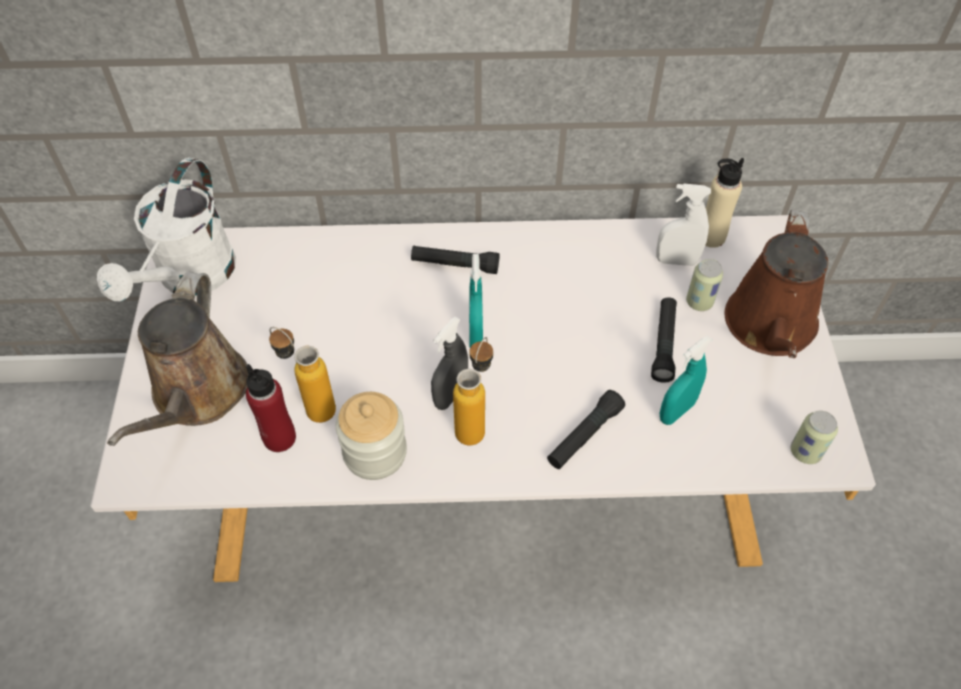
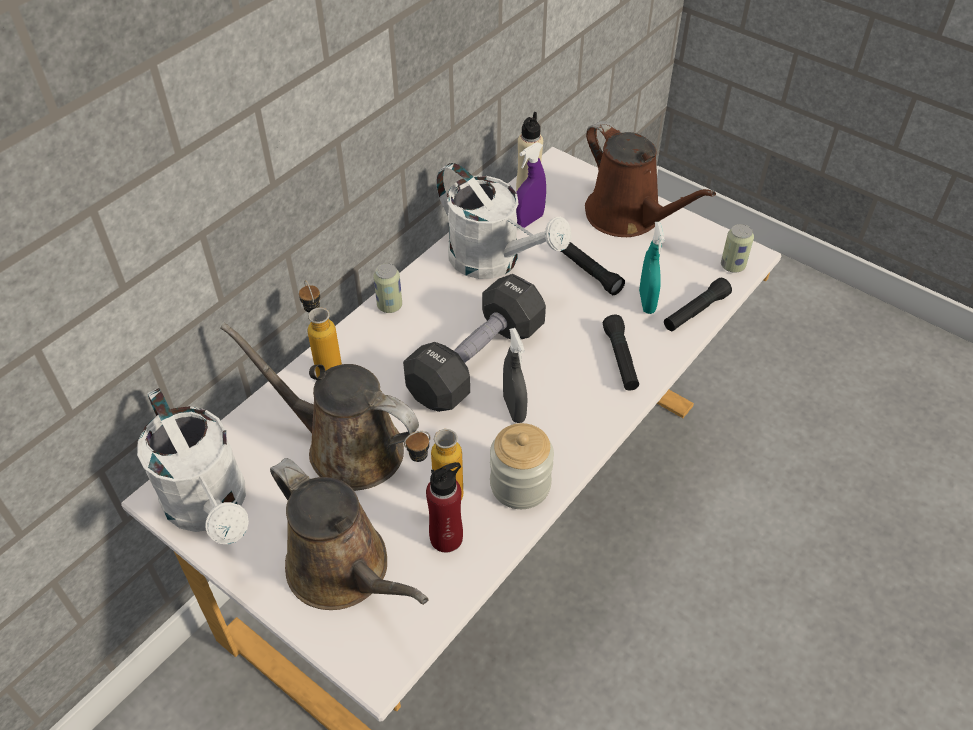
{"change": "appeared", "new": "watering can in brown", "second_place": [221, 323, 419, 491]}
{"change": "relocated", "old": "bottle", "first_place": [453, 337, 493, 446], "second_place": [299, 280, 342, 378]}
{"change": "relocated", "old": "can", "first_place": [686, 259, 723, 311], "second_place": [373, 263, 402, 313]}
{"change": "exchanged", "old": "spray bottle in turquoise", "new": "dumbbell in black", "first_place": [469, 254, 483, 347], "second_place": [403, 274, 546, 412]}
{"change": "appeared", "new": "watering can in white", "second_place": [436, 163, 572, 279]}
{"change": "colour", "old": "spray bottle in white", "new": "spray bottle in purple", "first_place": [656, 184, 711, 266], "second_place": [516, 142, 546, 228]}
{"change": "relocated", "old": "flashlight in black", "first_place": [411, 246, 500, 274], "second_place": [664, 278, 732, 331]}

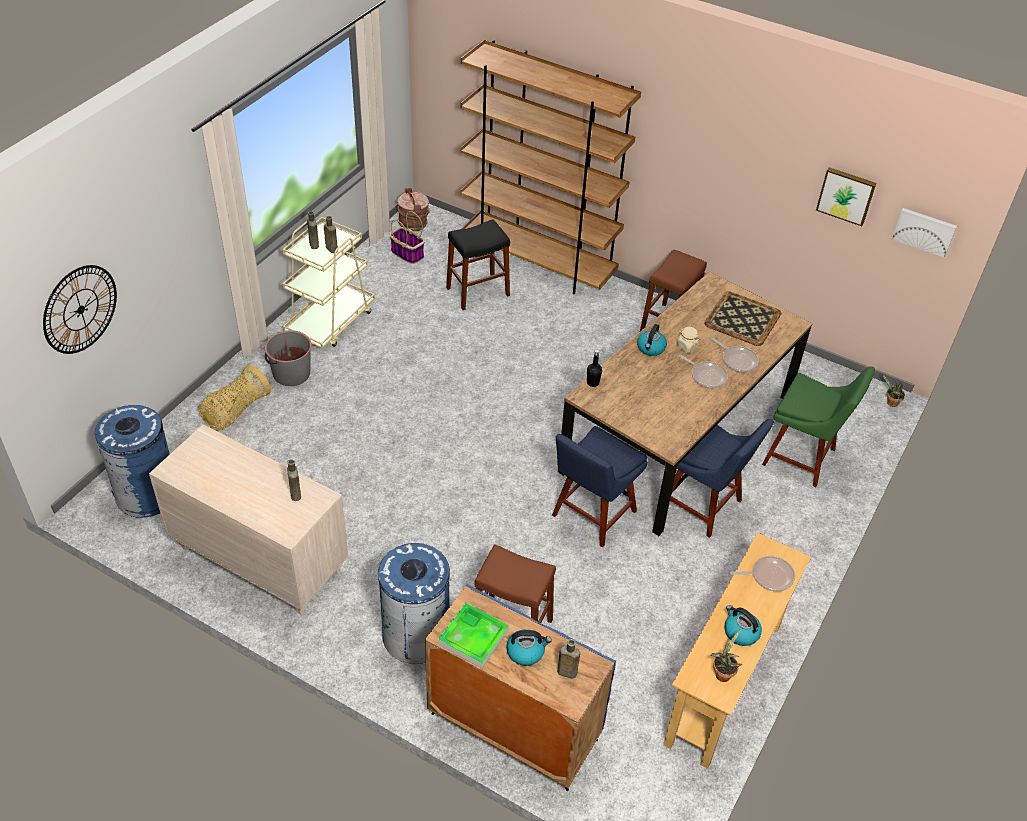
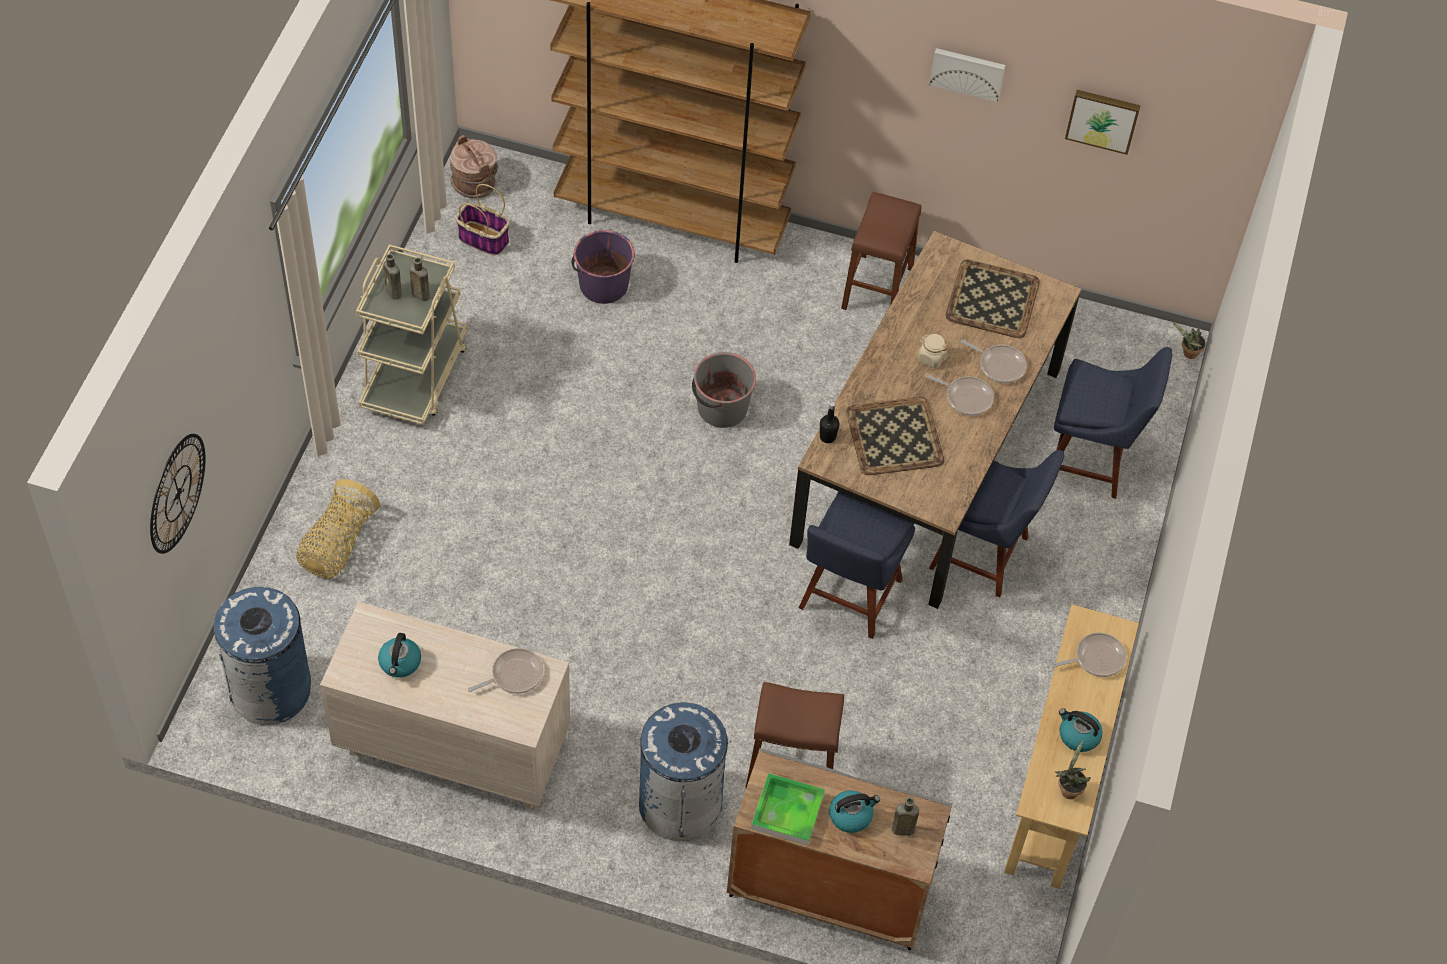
{"change": "relocated", "old": "kettle", "first_place": [637, 324, 667, 356], "second_place": [378, 633, 421, 678]}
{"change": "exchanged", "old": "bottle in brown", "new": "frying pan", "first_place": [287, 459, 301, 501], "second_place": [468, 648, 543, 694]}
{"change": "exchanged", "old": "stool in black", "new": "bucket in purple", "first_place": [446, 219, 510, 310], "second_place": [571, 230, 635, 304]}
{"change": "relocated", "old": "bucket in grey", "first_place": [265, 330, 312, 386], "second_place": [692, 352, 756, 428]}
{"change": "colour", "old": "cabinet in blue", "new": "cabinet in grey", "first_place": [425, 584, 616, 791], "second_place": [726, 748, 952, 951]}
{"change": "appeared", "new": "tray", "second_place": [846, 397, 944, 475]}
{"change": "relocated", "old": "picture", "first_place": [892, 208, 957, 258], "second_place": [929, 48, 1005, 102]}
{"change": "colour", "old": "chair in green", "new": "chair in blue", "first_place": [762, 366, 875, 487], "second_place": [1054, 347, 1172, 499]}

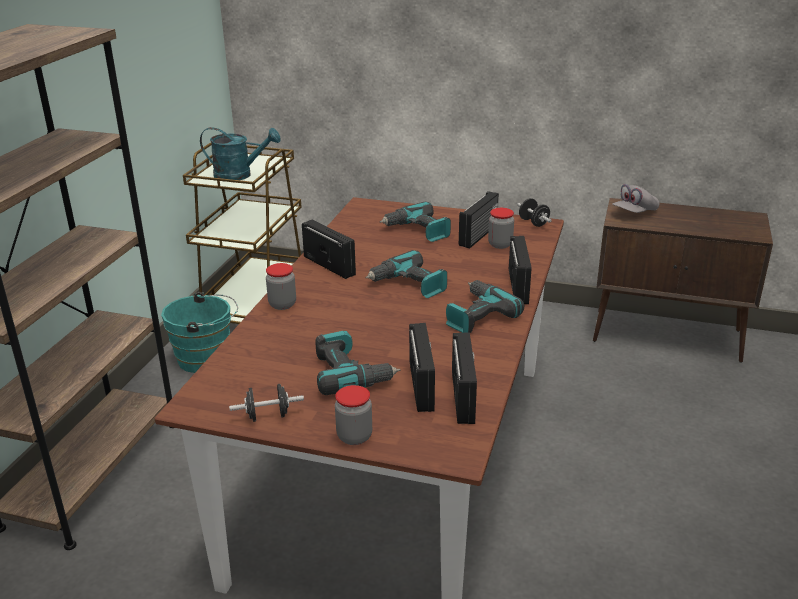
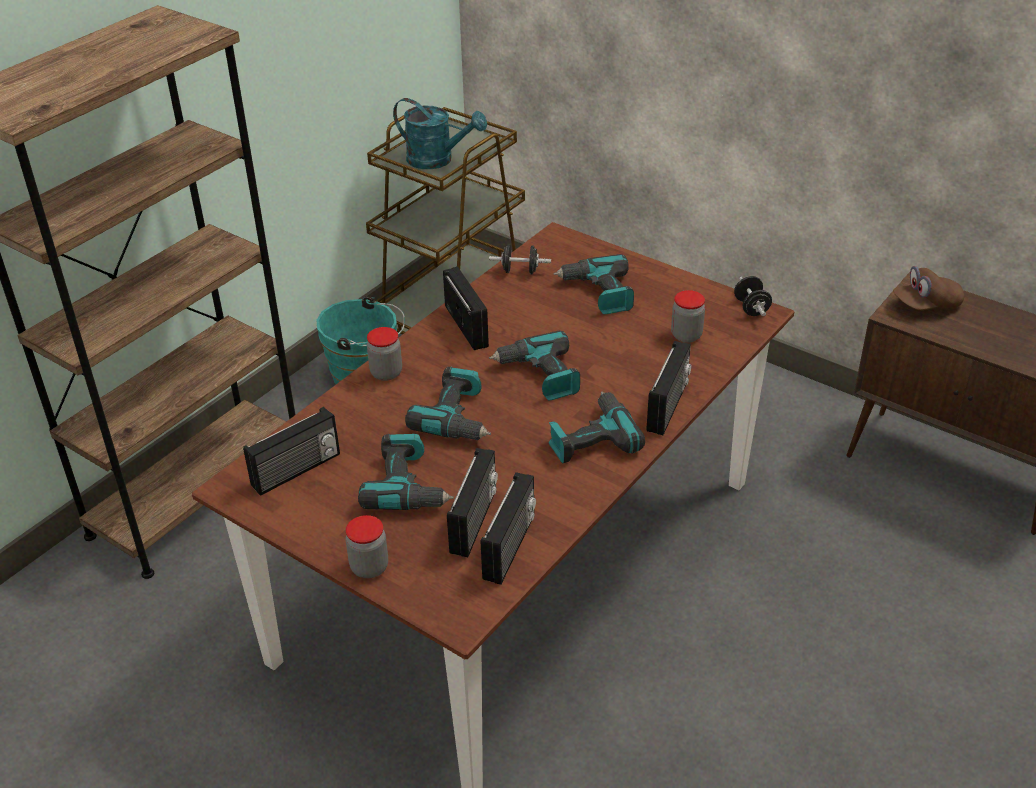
{"change": "relocated", "old": "radio", "first_place": [459, 191, 499, 248], "second_place": [243, 407, 340, 496]}
{"change": "appeared", "new": "power drill", "second_place": [405, 367, 491, 440]}
{"change": "relocated", "old": "dumbbell in black", "first_place": [229, 384, 304, 422], "second_place": [489, 244, 551, 275]}
{"change": "colour", "old": "cap in grey", "new": "cap in brown", "first_place": [613, 184, 660, 213], "second_place": [893, 266, 964, 310]}

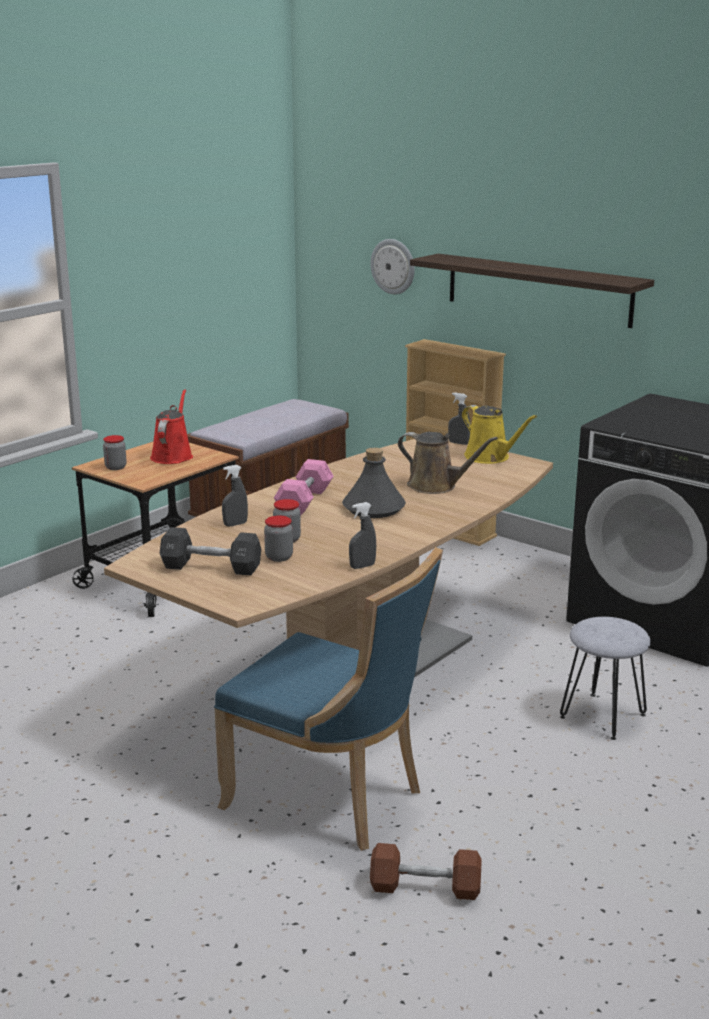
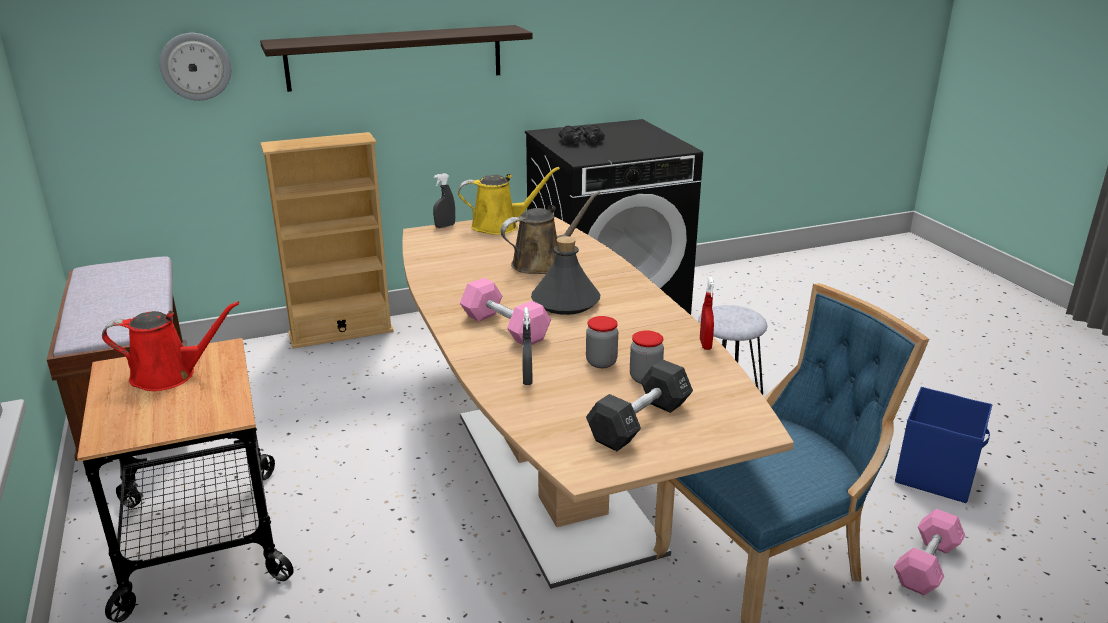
{"change": "spun", "old": "watering can in red", "first_place": [150, 389, 193, 464], "second_place": [102, 301, 239, 391], "degrees": 135}
{"change": "appeared", "new": "binoculars in black", "second_place": [559, 124, 605, 145]}
{"change": "colour", "old": "spray bottle in grey", "new": "spray bottle in red", "first_place": [349, 502, 376, 569], "second_place": [700, 277, 714, 350]}
{"change": "colour", "old": "dumbbell in brown", "new": "dumbbell in pink", "first_place": [370, 843, 482, 900], "second_place": [894, 509, 965, 595]}
{"change": "appeared", "new": "storage box in blue", "second_place": [895, 387, 992, 503]}
{"change": "missing", "old": "jar", "first_place": [103, 435, 127, 470]}

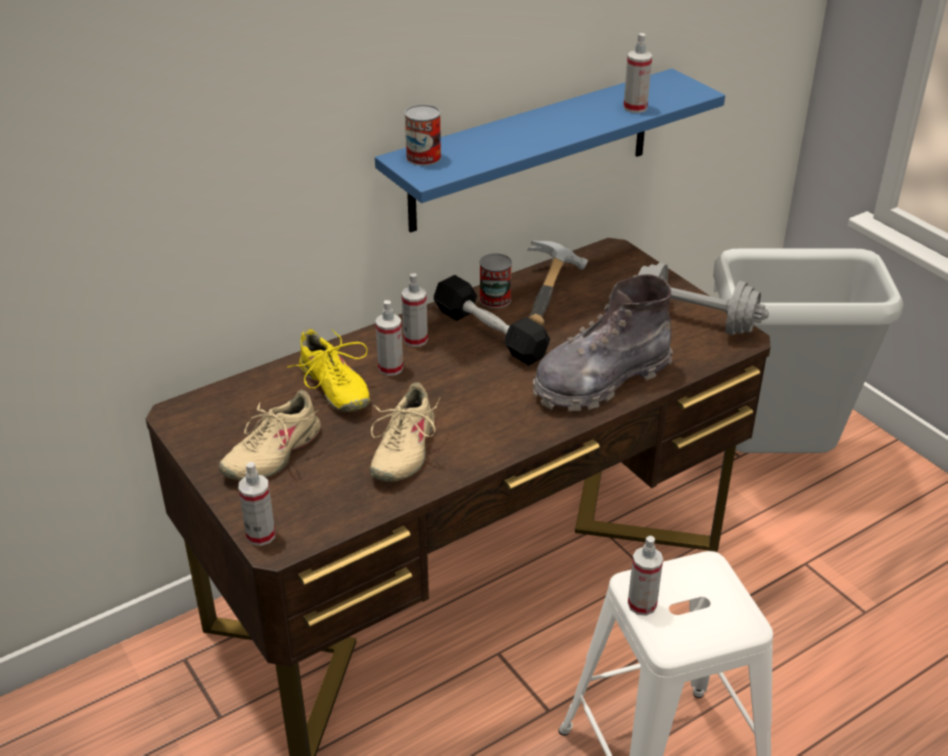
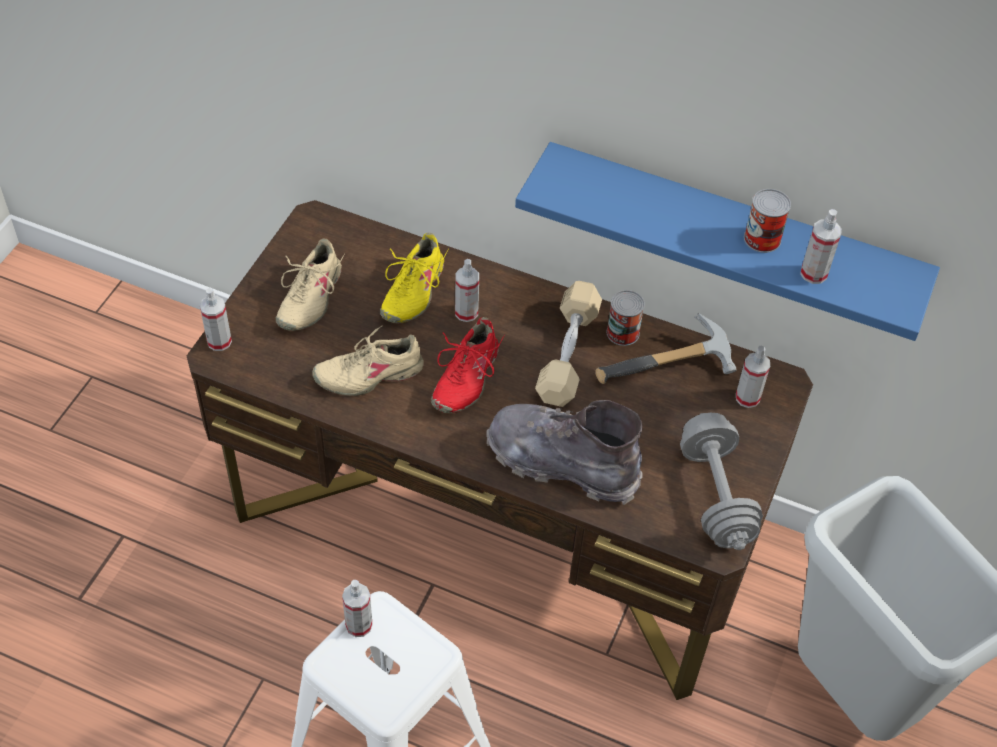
{"change": "spun", "old": "shoe in beige", "first_place": [219, 390, 321, 480], "second_place": [276, 238, 344, 331], "degrees": -75}
{"change": "appeared", "new": "shoe in red", "second_place": [431, 317, 505, 413]}
{"change": "colour", "old": "dumbbell in black", "new": "dumbbell in beige", "first_place": [434, 275, 550, 366], "second_place": [535, 281, 602, 407]}
{"change": "relocated", "old": "spray bottle", "first_place": [402, 273, 428, 347], "second_place": [736, 346, 770, 408]}
{"change": "relocated", "old": "can", "first_place": [404, 104, 441, 166], "second_place": [744, 189, 791, 253]}

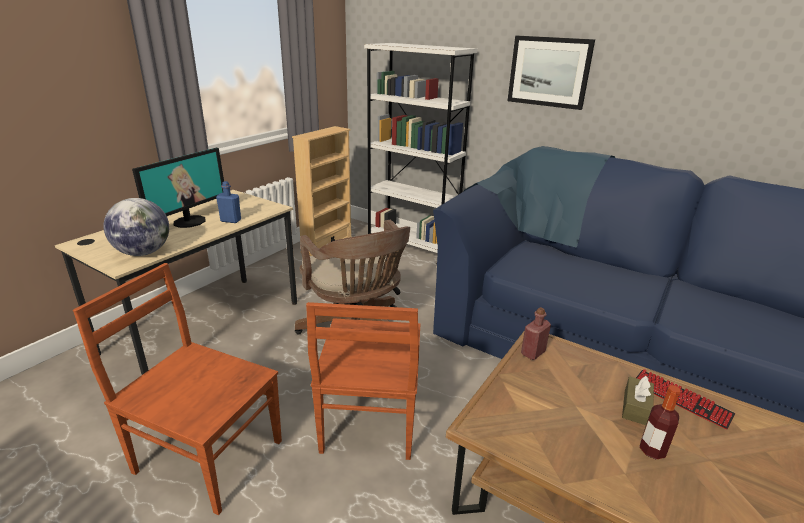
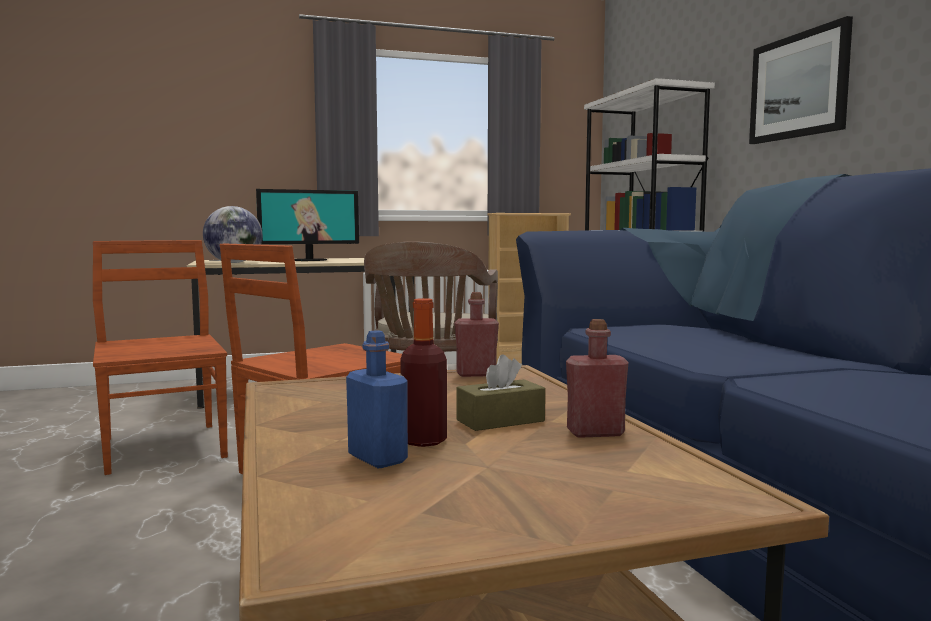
{"change": "relocated", "old": "bottle in blue", "first_place": [216, 181, 241, 223], "second_place": [346, 330, 408, 468]}
{"change": "exchanged", "old": "keyboard", "new": "bottle in red", "first_place": [636, 369, 735, 429], "second_place": [566, 319, 629, 438]}

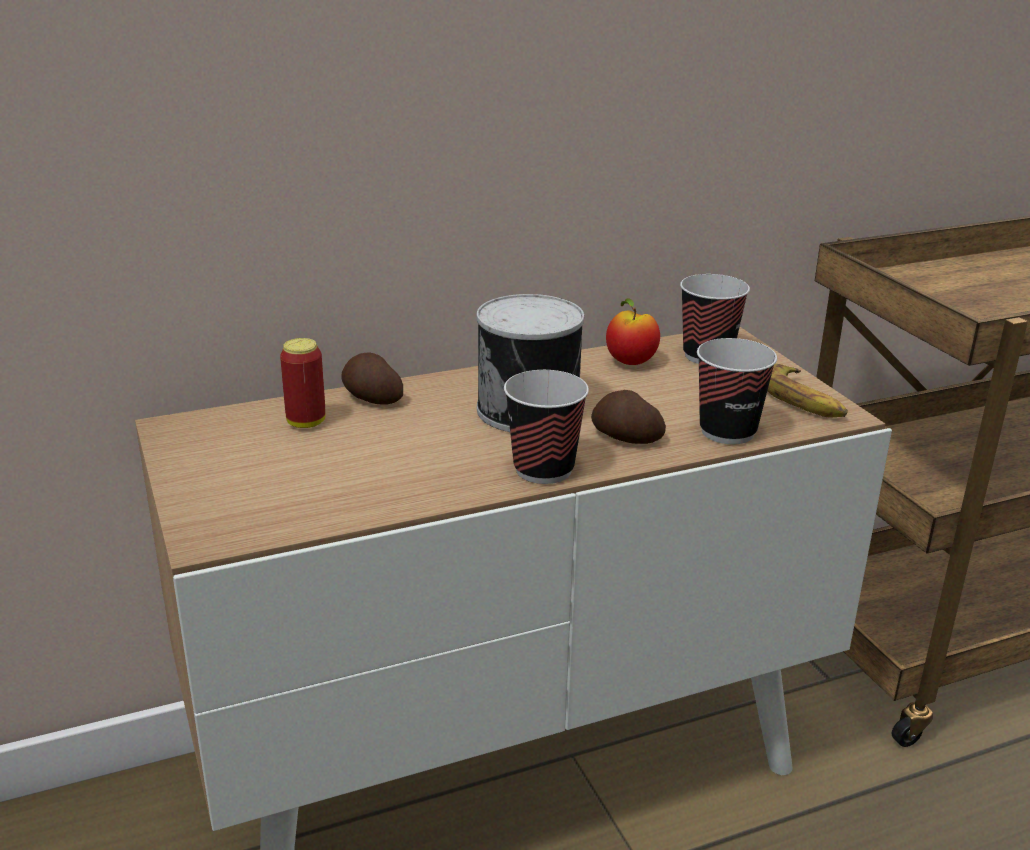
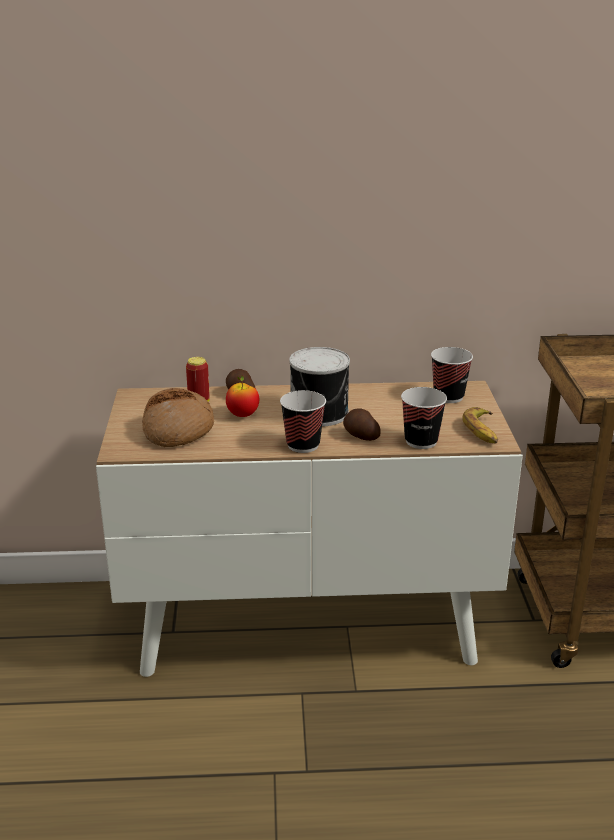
{"change": "appeared", "new": "bread", "second_place": [142, 388, 214, 447]}
{"change": "relocated", "old": "apple", "first_place": [606, 298, 660, 365], "second_place": [226, 375, 259, 417]}

